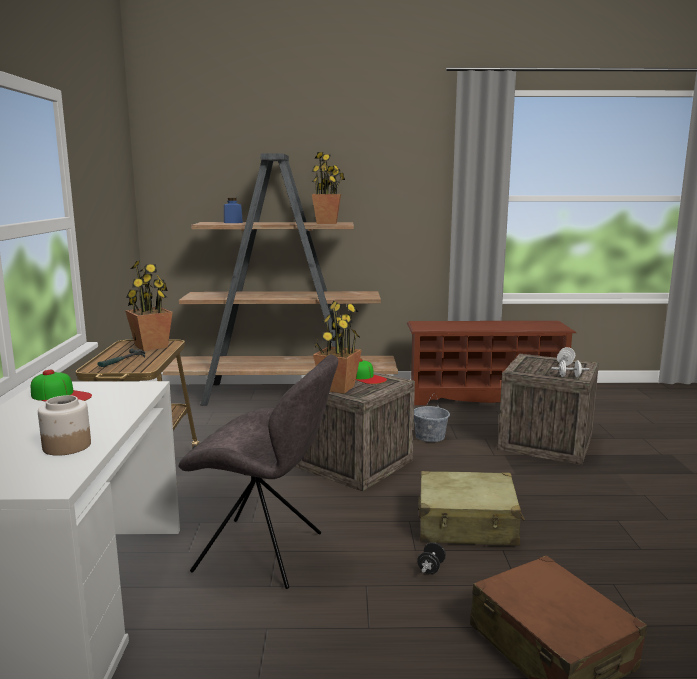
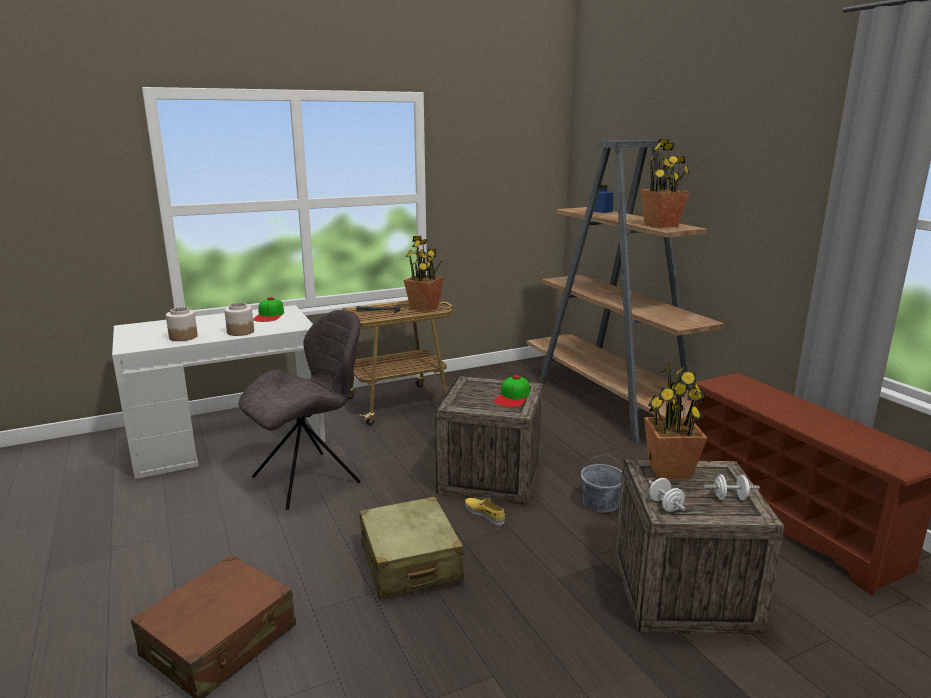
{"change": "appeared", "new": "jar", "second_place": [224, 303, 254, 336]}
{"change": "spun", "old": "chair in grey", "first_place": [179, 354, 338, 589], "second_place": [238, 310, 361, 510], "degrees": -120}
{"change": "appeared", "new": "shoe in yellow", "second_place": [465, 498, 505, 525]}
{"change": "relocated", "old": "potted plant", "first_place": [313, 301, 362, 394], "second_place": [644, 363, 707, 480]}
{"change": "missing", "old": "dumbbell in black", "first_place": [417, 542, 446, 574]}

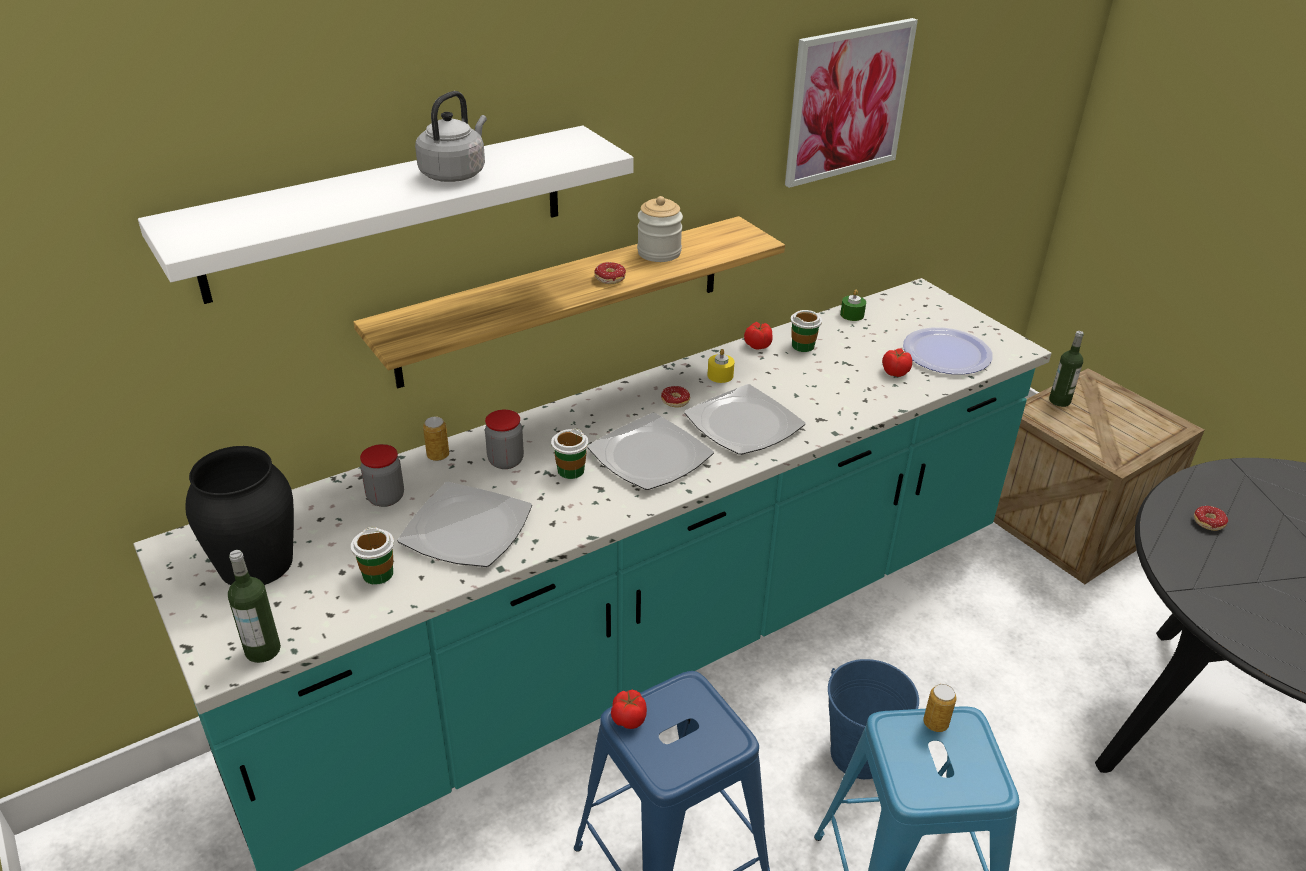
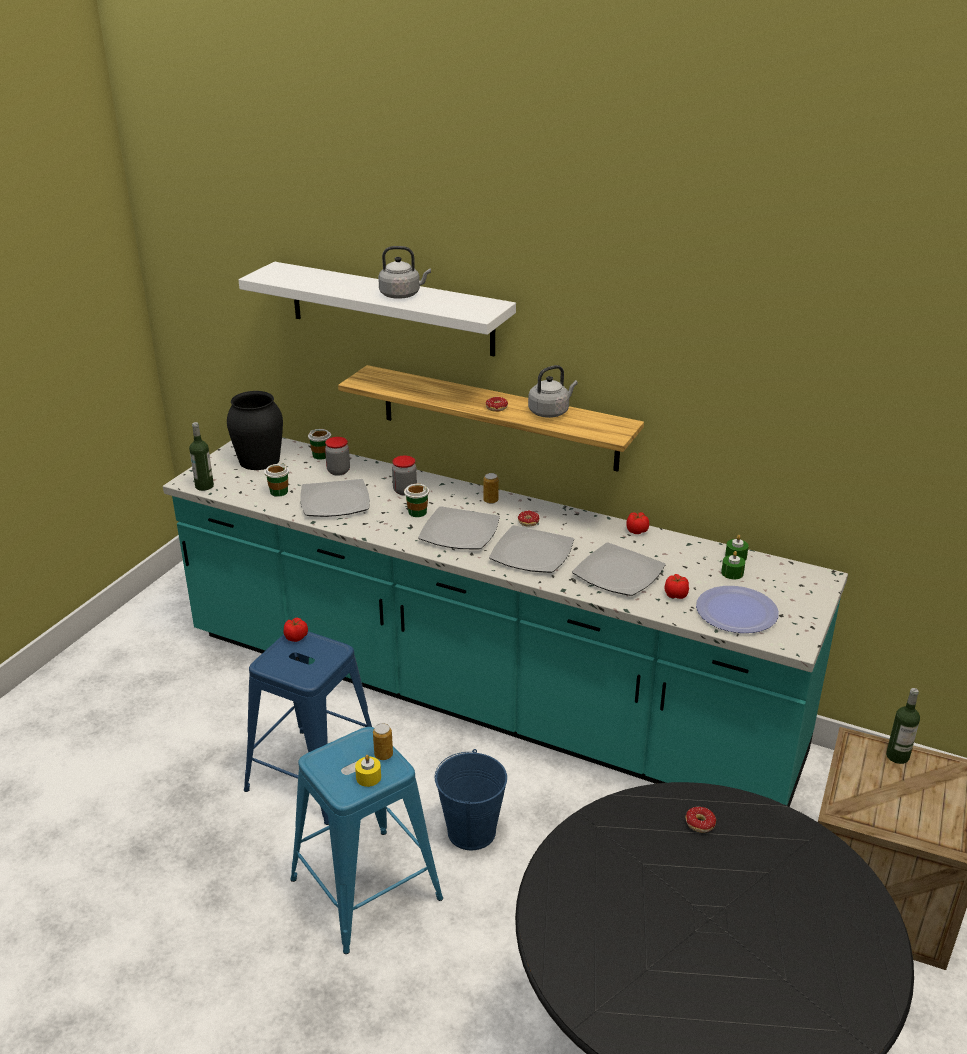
{"change": "relocated", "old": "cup", "first_place": [791, 310, 822, 352], "second_place": [308, 429, 331, 460]}
{"change": "relocated", "old": "candle in yellow", "first_place": [708, 349, 735, 383], "second_place": [355, 755, 381, 787]}
{"change": "relocated", "old": "can", "first_place": [423, 416, 449, 461], "second_place": [483, 473, 499, 504]}
{"change": "exchanged", "old": "jar", "new": "kettle in grey", "first_place": [637, 196, 683, 262], "second_place": [528, 365, 578, 418]}
{"change": "appeared", "new": "plate", "second_place": [572, 543, 666, 596]}
{"change": "appeared", "new": "candle in green", "second_place": [721, 551, 745, 579]}
{"change": "missing", "old": "picture", "first_place": [785, 18, 918, 188]}

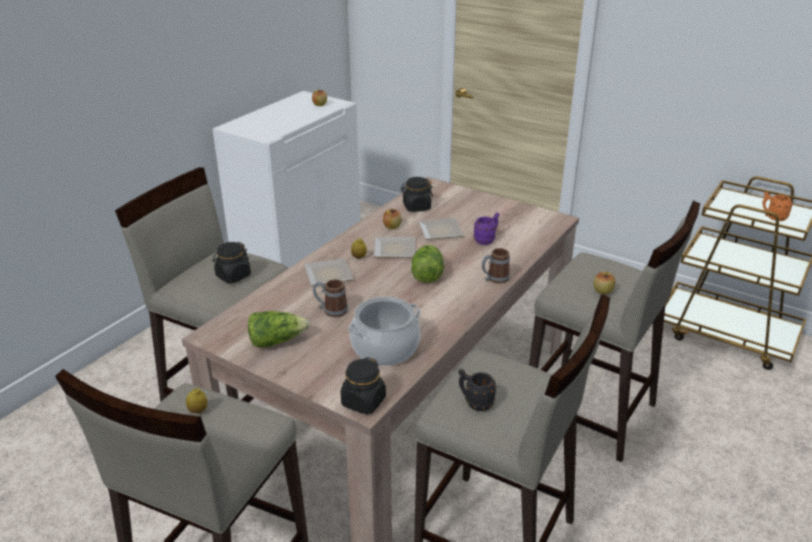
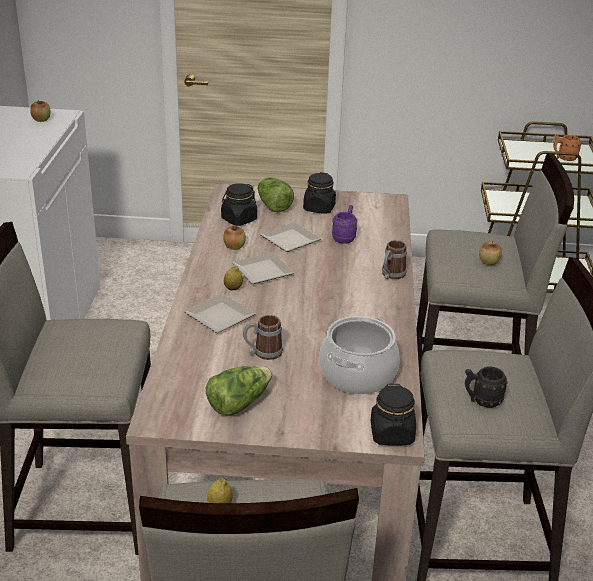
{"change": "relocated", "old": "lettuce", "first_place": [411, 244, 444, 283], "second_place": [258, 177, 294, 212]}
{"change": "relocated", "old": "jar in black", "first_place": [213, 242, 251, 284], "second_place": [303, 172, 336, 214]}

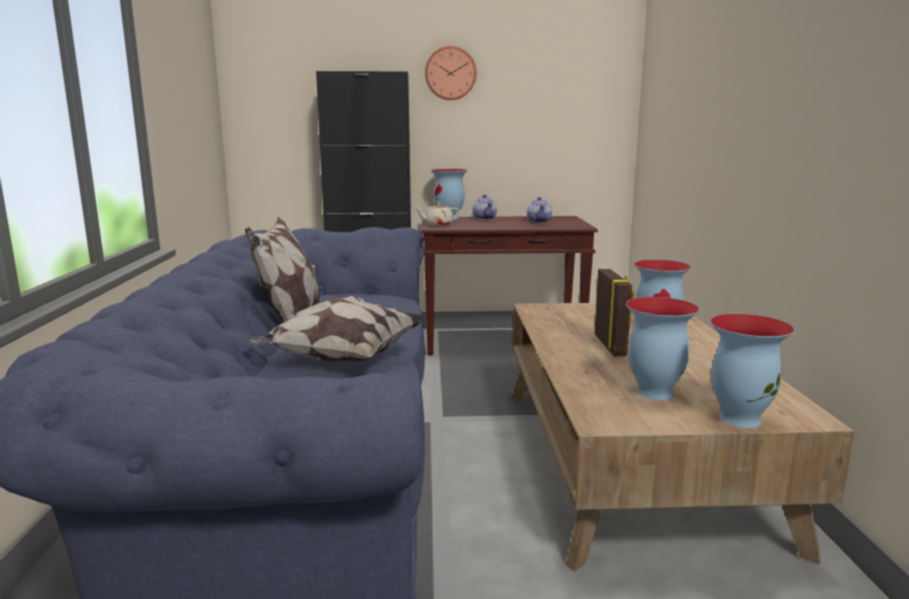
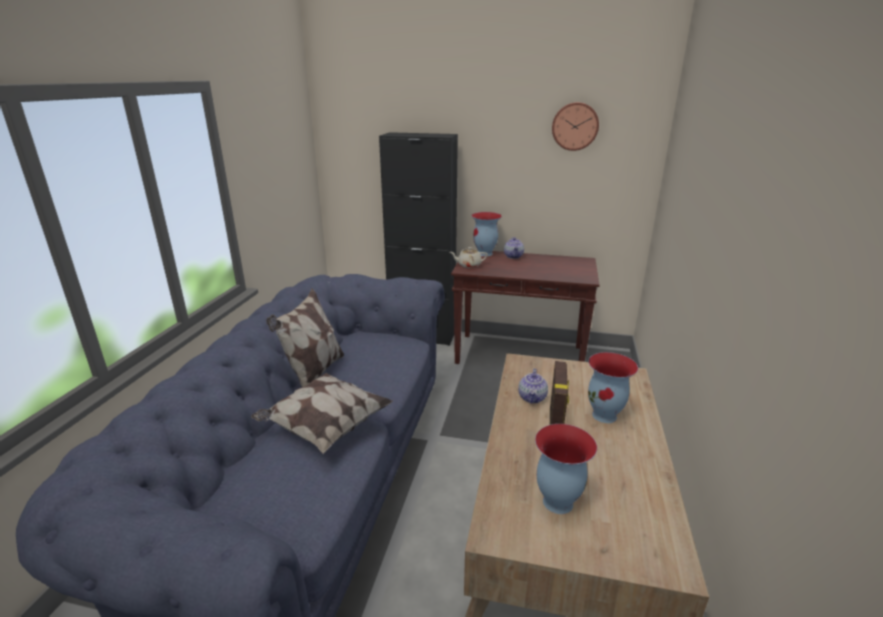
{"change": "relocated", "old": "teapot", "first_place": [527, 197, 552, 223], "second_place": [518, 368, 548, 403]}
{"change": "relocated", "old": "wall clock", "first_place": [425, 46, 477, 100], "second_place": [552, 102, 599, 151]}
{"change": "missing", "old": "vase", "first_place": [710, 314, 795, 428]}

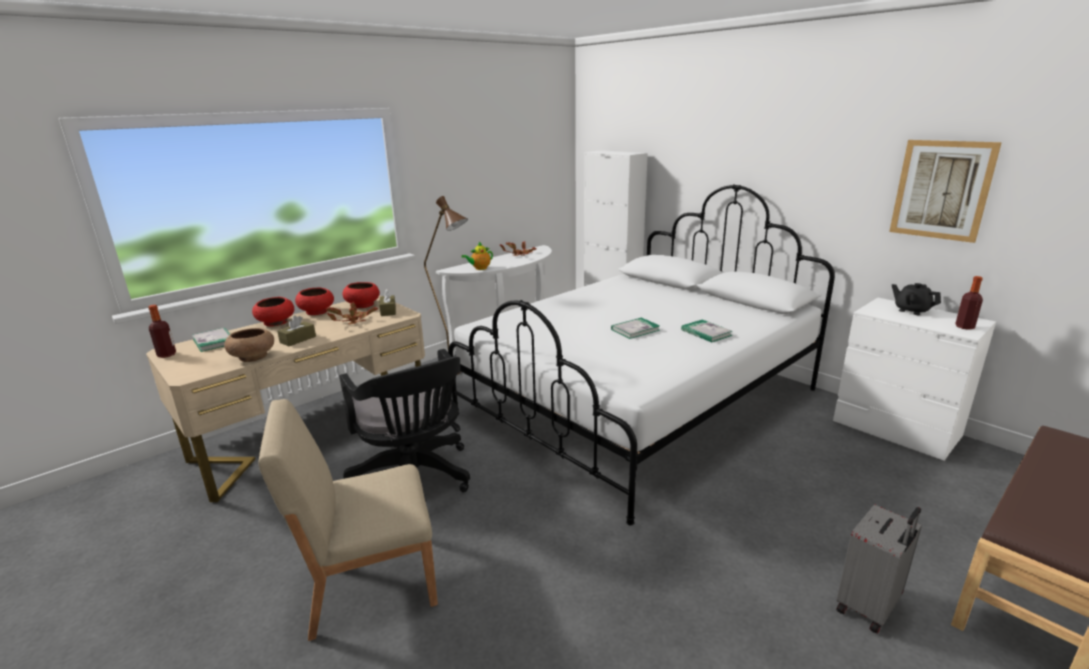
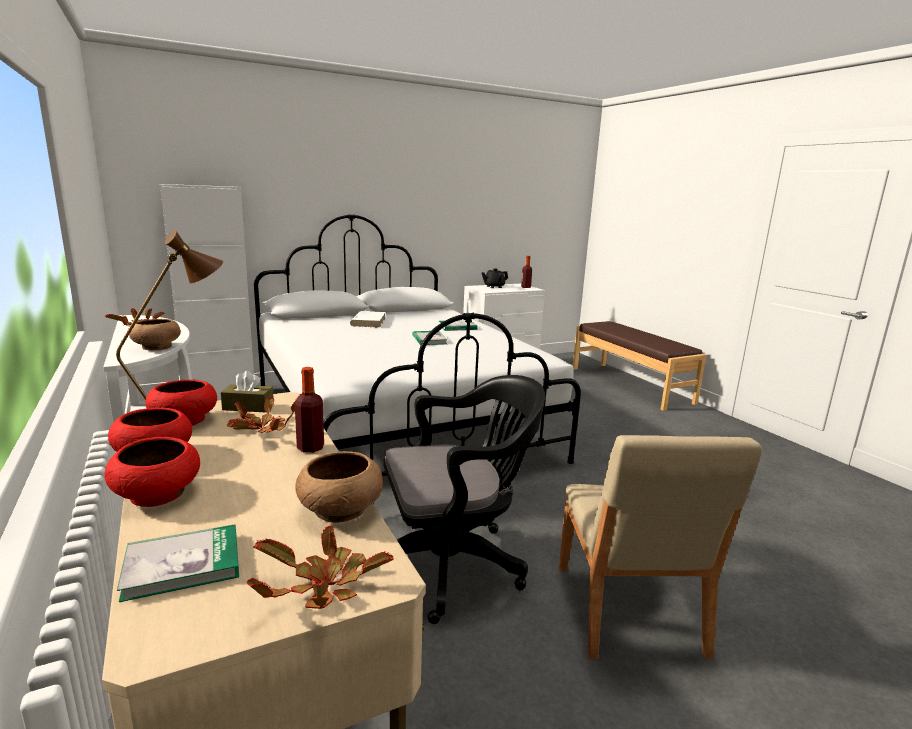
{"change": "exchanged", "old": "teapot", "new": "bowl in brown", "first_place": [461, 242, 493, 270], "second_place": [129, 319, 181, 351]}
{"change": "appeared", "new": "potted plant", "second_place": [247, 525, 394, 609]}
{"change": "relocated", "old": "bottle", "first_place": [148, 305, 176, 358], "second_place": [295, 367, 324, 453]}
{"change": "appeared", "new": "book in white", "second_place": [350, 311, 386, 328]}
{"change": "missing", "old": "tissue box in brown", "first_place": [277, 316, 316, 346]}
{"change": "missing", "old": "suitcase in grey", "first_place": [836, 504, 922, 634]}
{"change": "missing", "old": "picture", "first_place": [889, 140, 1002, 243]}

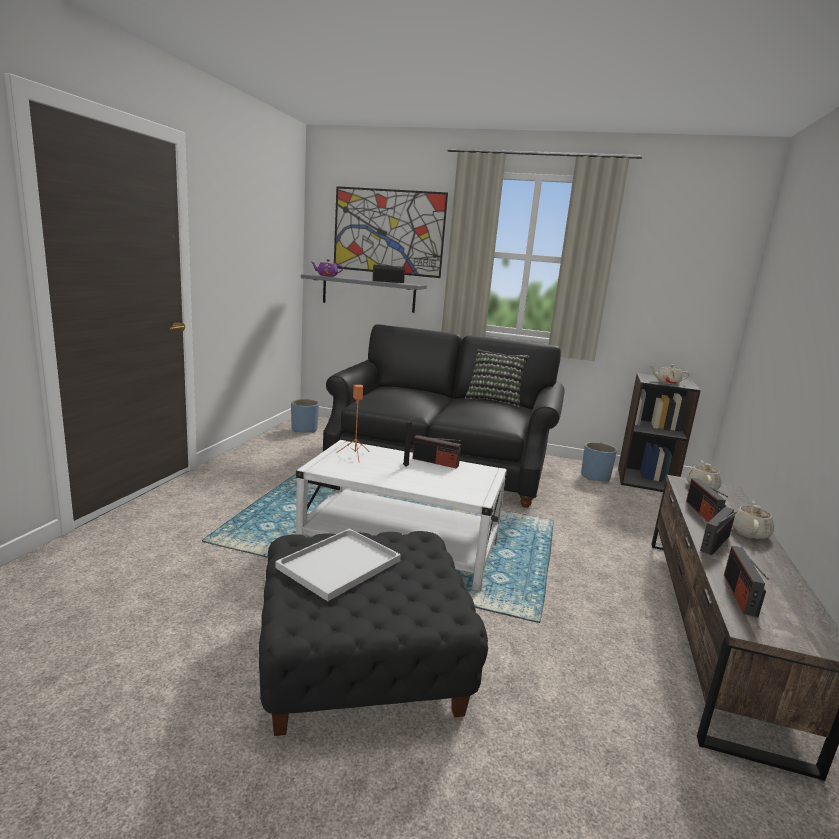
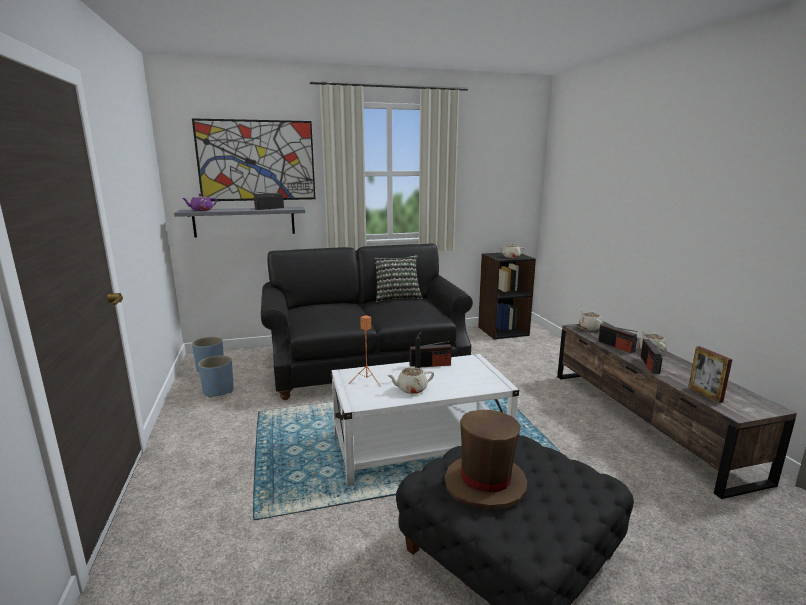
{"change": "relocated", "old": "planter in blue", "first_place": [581, 442, 617, 482], "second_place": [198, 355, 234, 398]}
{"change": "appeared", "new": "teapot in beige", "second_place": [387, 366, 434, 394]}
{"change": "exchanged", "old": "tray in white", "new": "hat in brown", "first_place": [276, 528, 401, 601], "second_place": [444, 410, 527, 509]}
{"change": "exchanged", "old": "radio", "new": "picture frame", "first_place": [724, 546, 769, 617], "second_place": [688, 346, 733, 403]}

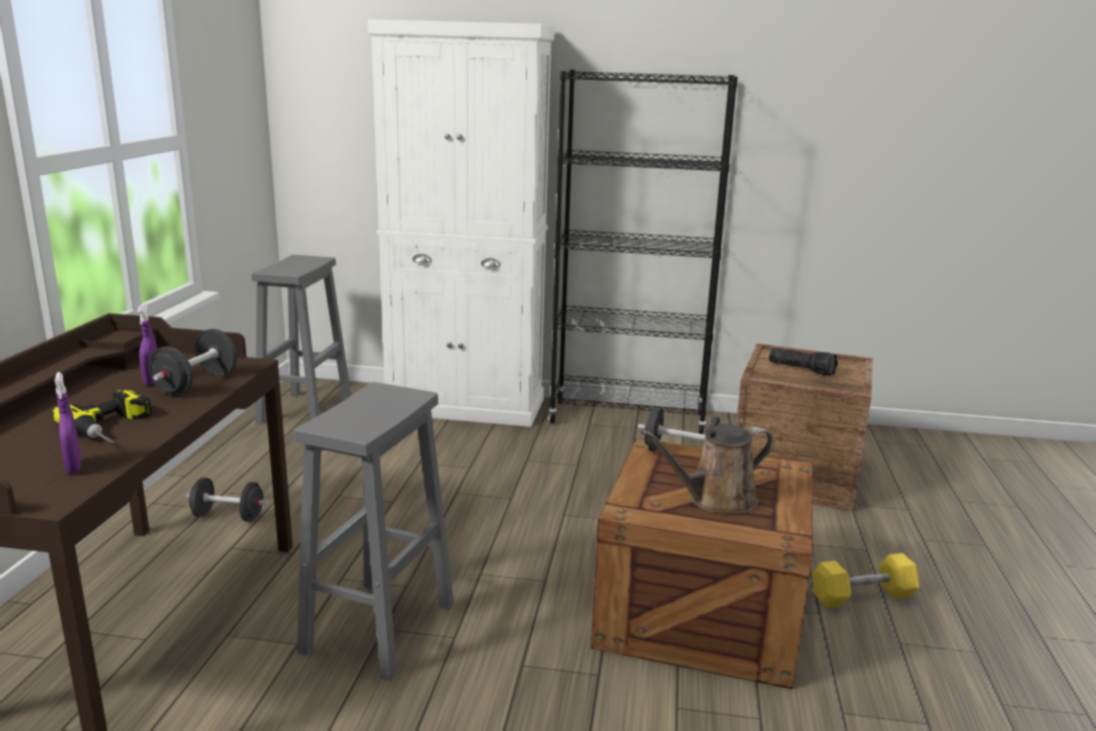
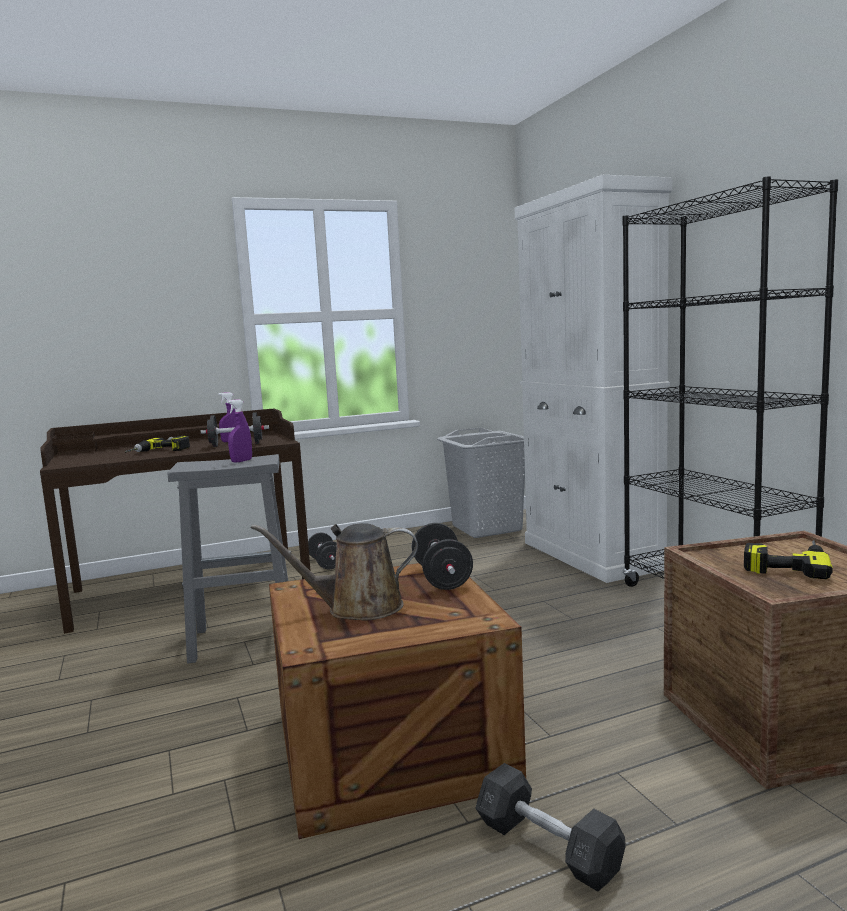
{"change": "relocated", "old": "spray bottle in purple", "first_place": [54, 372, 81, 474], "second_place": [227, 399, 252, 463]}
{"change": "spun", "old": "watering can in brown", "first_place": [641, 424, 774, 514], "second_place": [251, 523, 418, 621], "degrees": -45}
{"change": "exchanged", "old": "stool in grey", "new": "laundry basket in grey", "first_place": [251, 255, 351, 424], "second_place": [437, 427, 525, 538]}
{"change": "colour", "old": "dumbbell in yellow", "new": "dumbbell in grey", "first_place": [812, 553, 919, 608], "second_place": [475, 763, 626, 892]}
{"change": "exchanged", "old": "flashlight", "new": "power drill", "first_place": [769, 348, 838, 376], "second_place": [744, 540, 833, 579]}

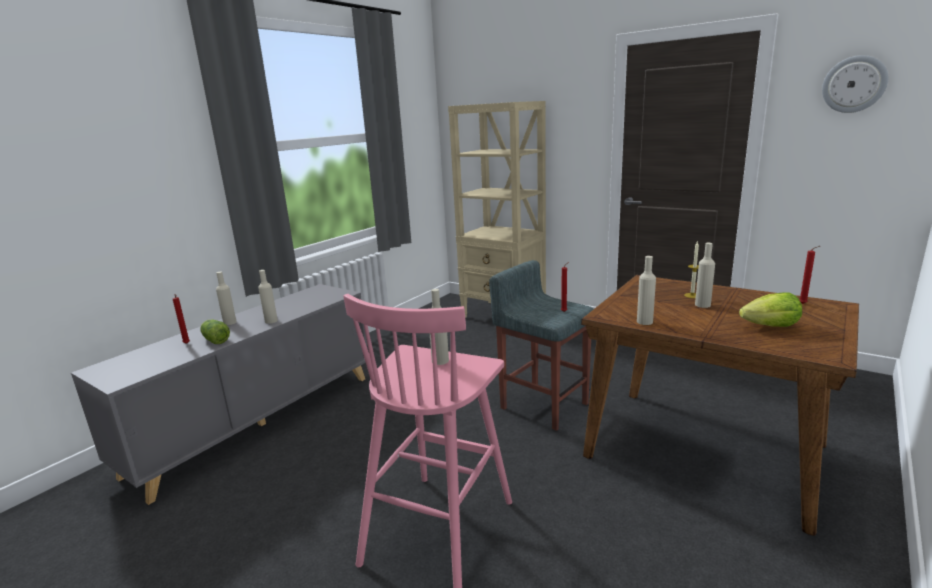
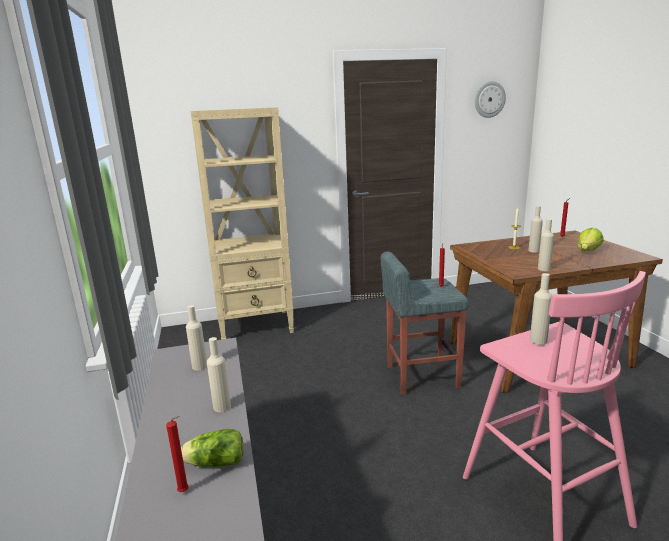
{"change": "relocated", "old": "bottle in beige", "first_place": [216, 272, 237, 325], "second_place": [186, 305, 207, 371]}

